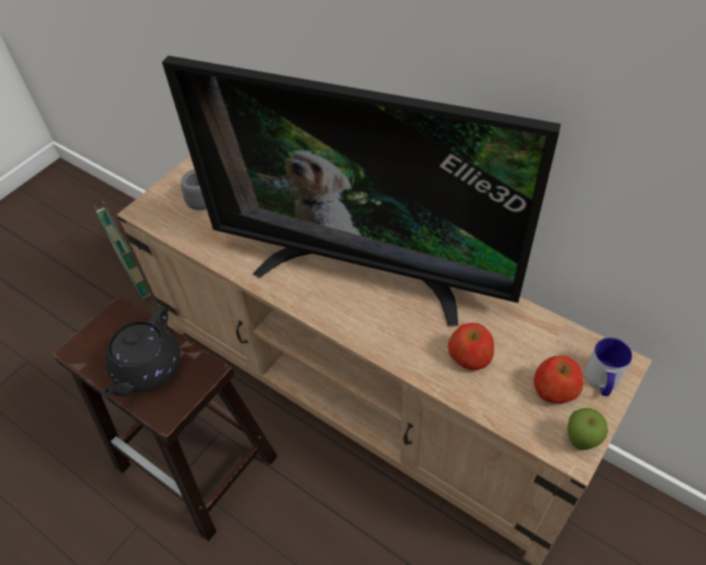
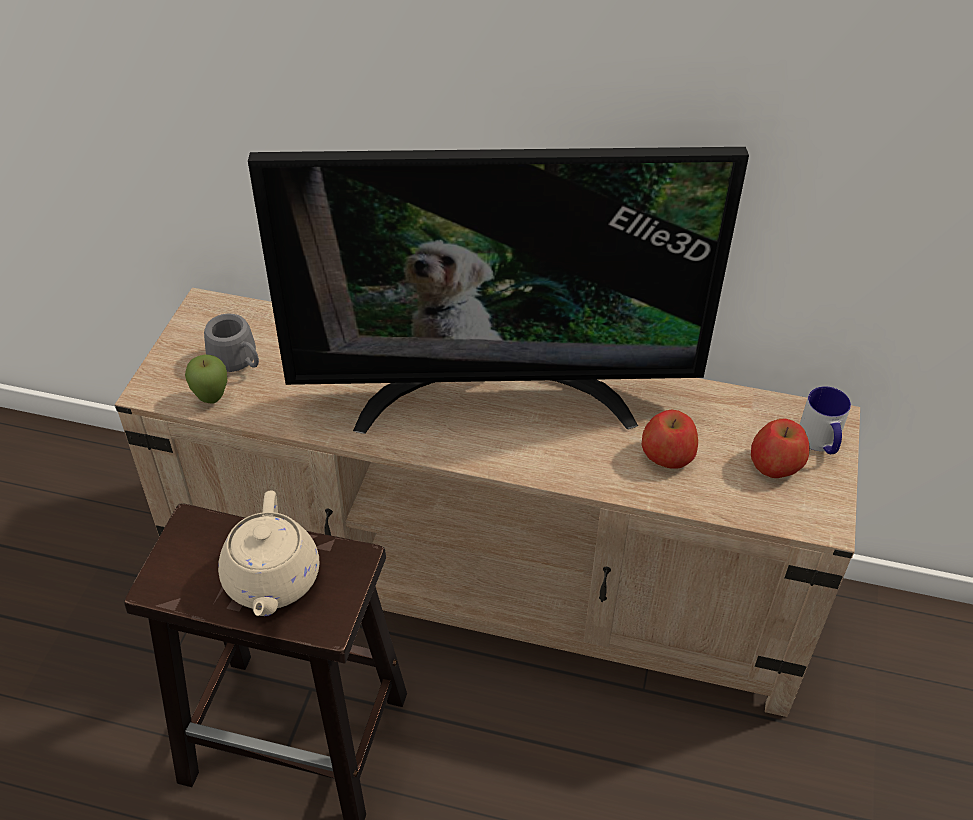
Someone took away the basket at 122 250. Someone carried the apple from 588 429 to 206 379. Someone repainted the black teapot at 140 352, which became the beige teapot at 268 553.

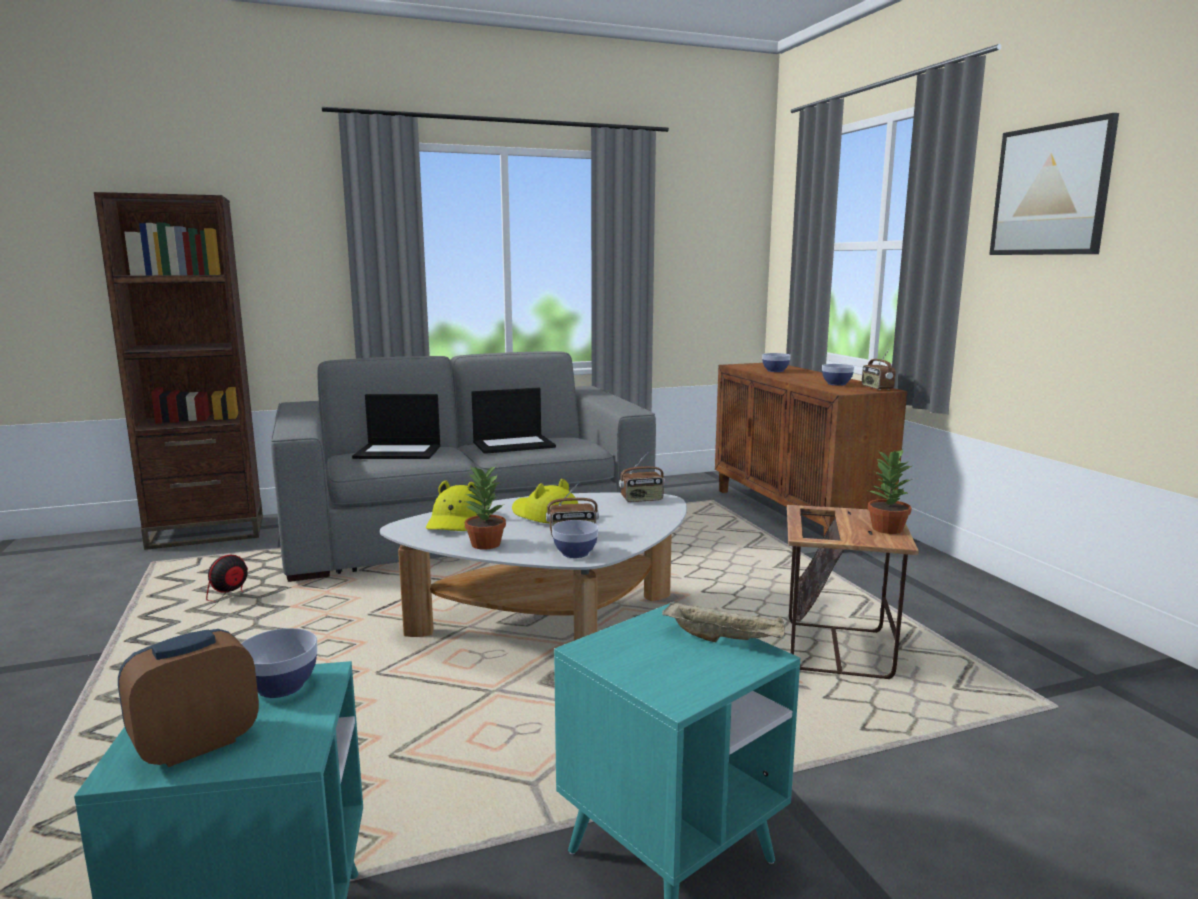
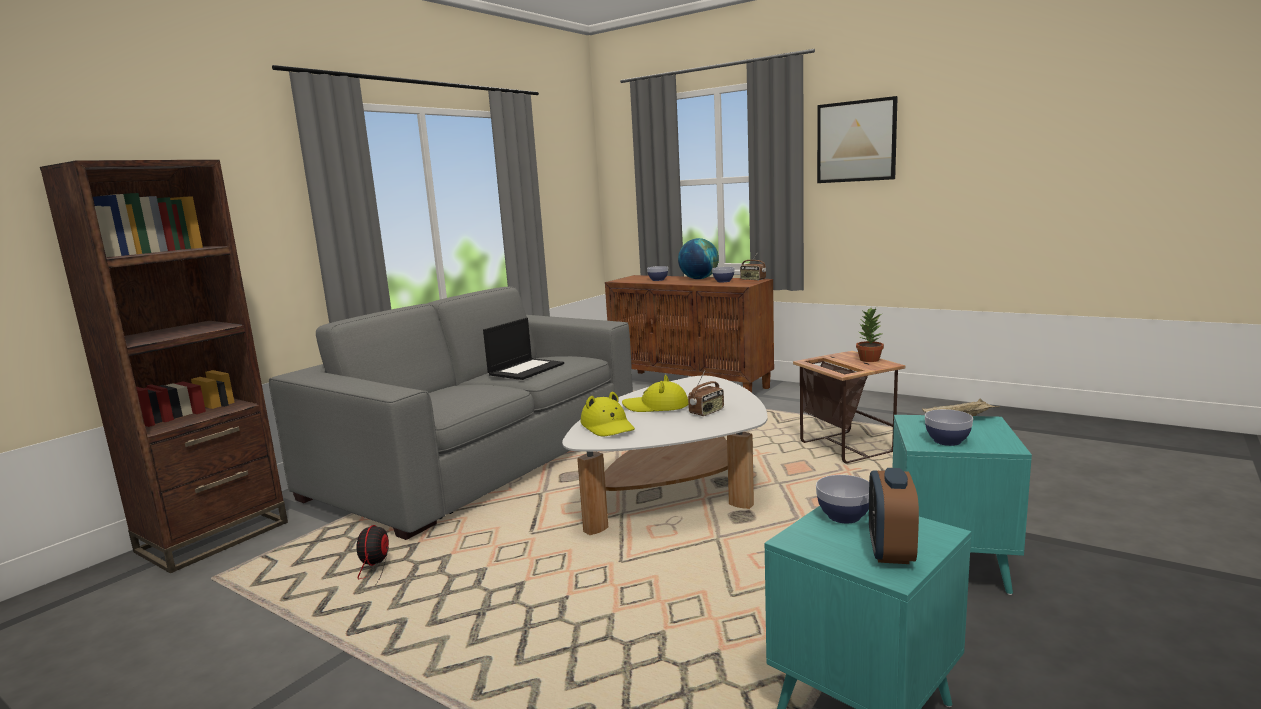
Someone took away the laptop at 396 426. Someone took away the potted plant at 485 508. Someone took away the radio at 642 477. Someone put down the globe at 698 258. Someone carried the bowl from 575 539 to 949 427.

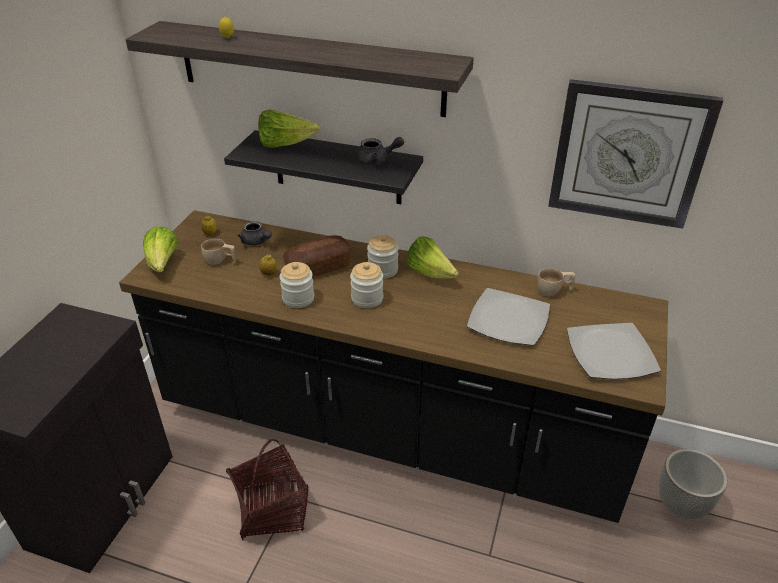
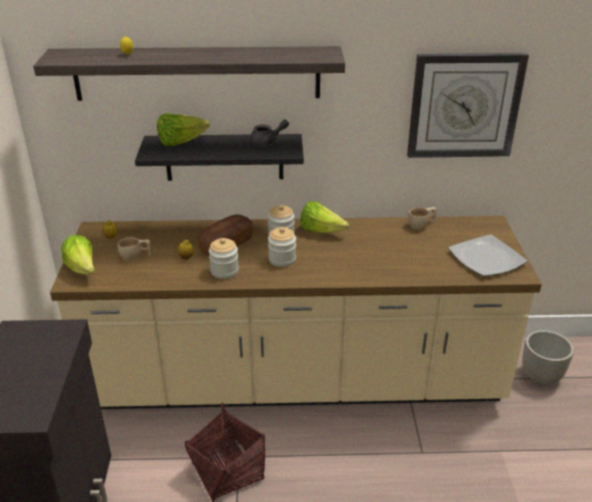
Someone took away the grey teapot at 255 233. Someone took away the plate at 508 317. Someone repainted the black counter at 393 366, which became the beige counter at 296 312.

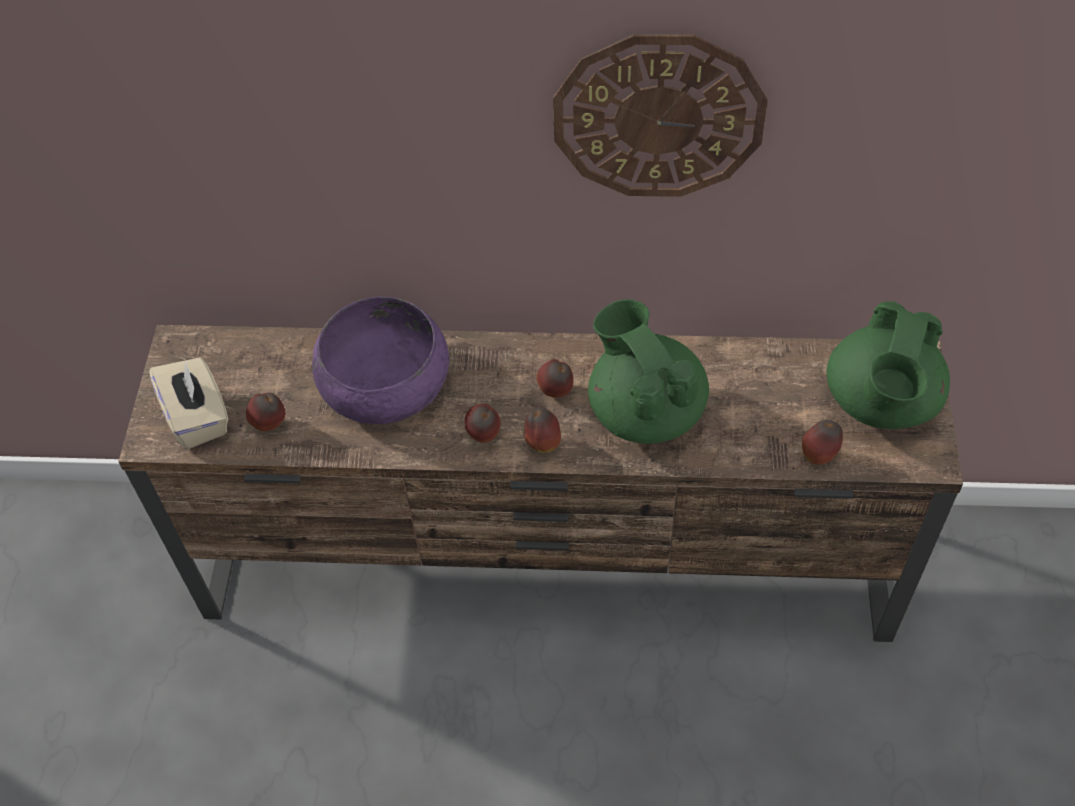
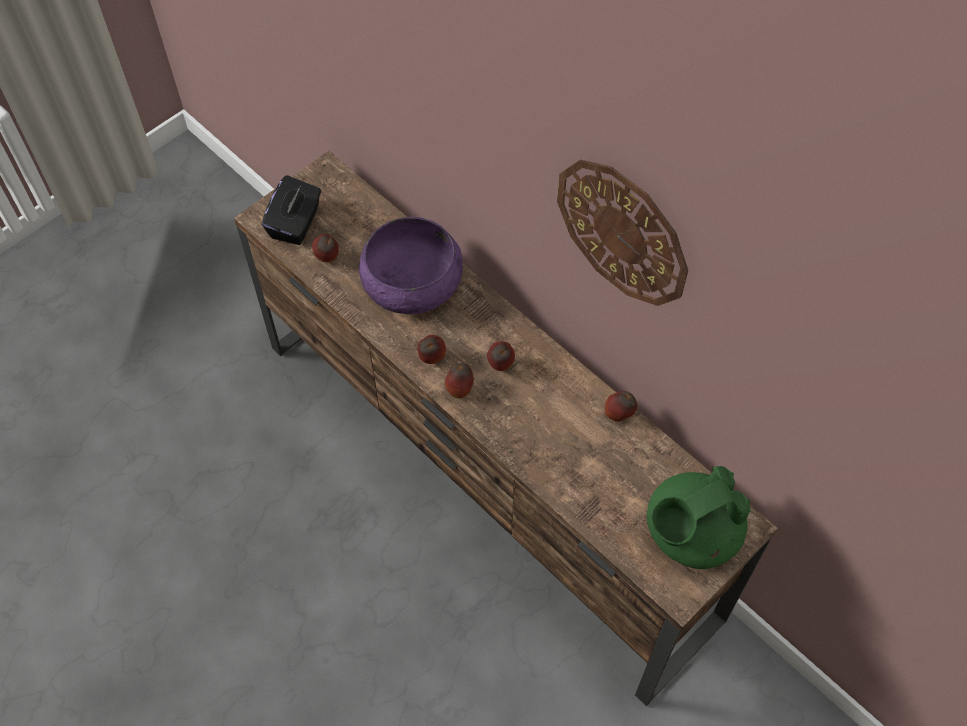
Someone took away the green teapot at 648 371. Someone carried the apple from 822 442 to 621 406. Someone repainted the beige tissue box at 188 403, which became the black tissue box at 291 210.

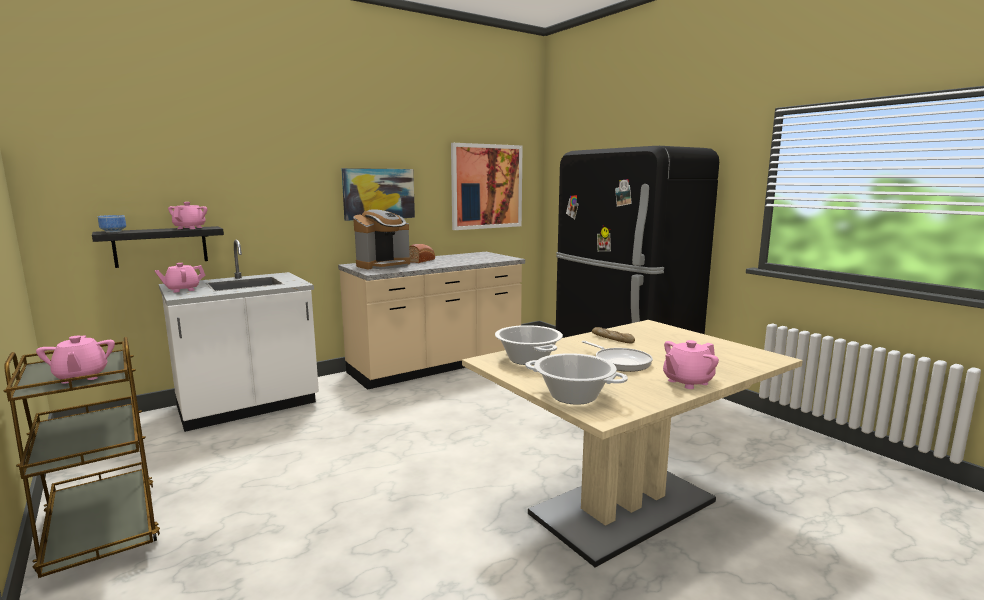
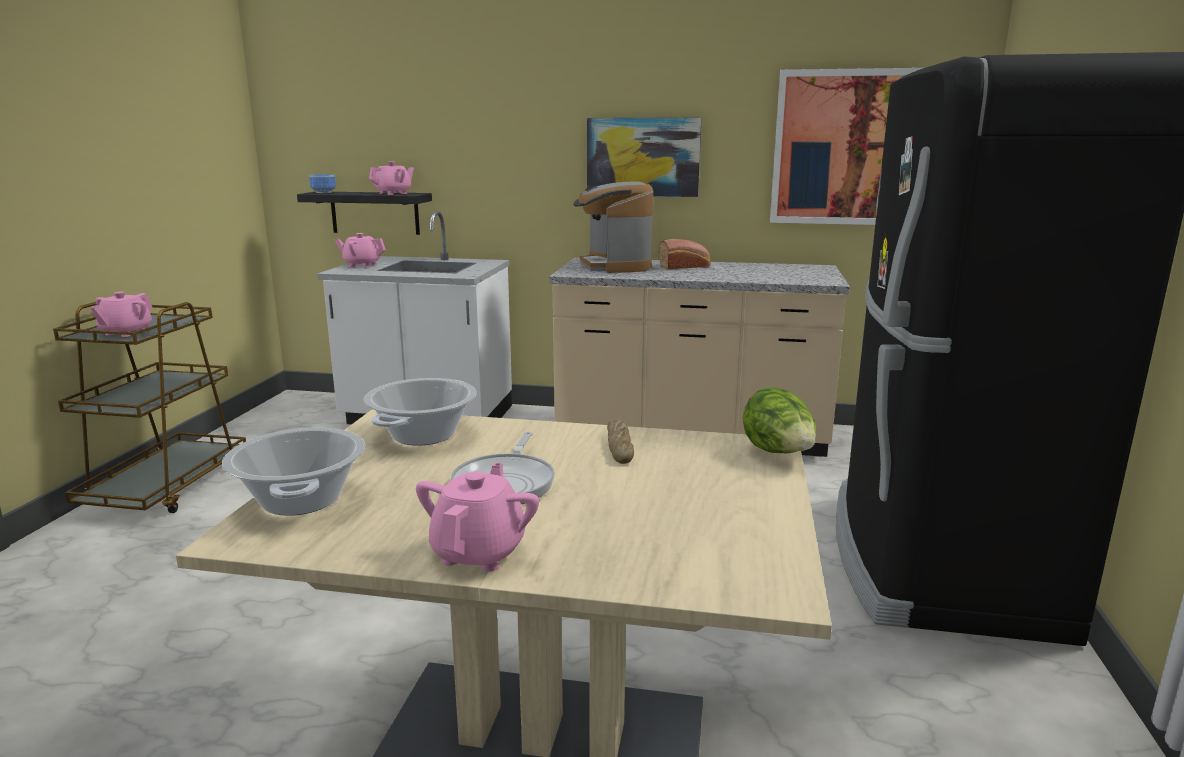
Someone put down the lettuce at 779 420. Someone rotated the coffee machine at 381 239 by 75 degrees clockwise. Someone rotated the pink teapot at 691 364 by 90 degrees clockwise.

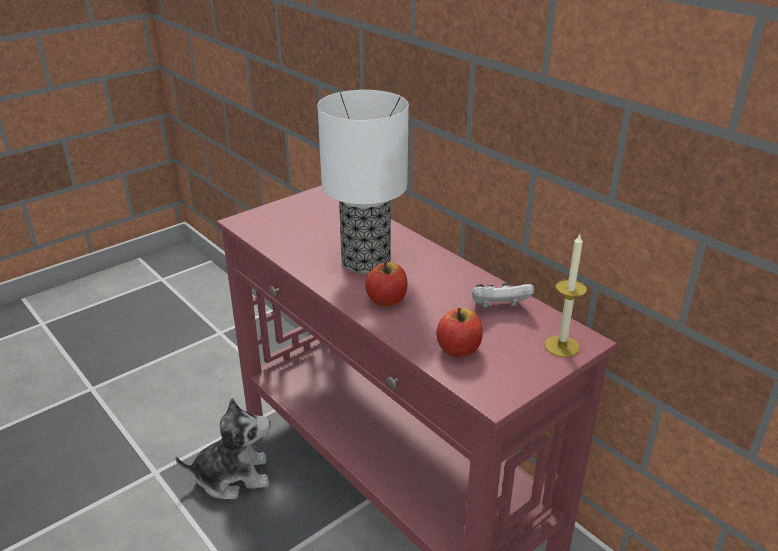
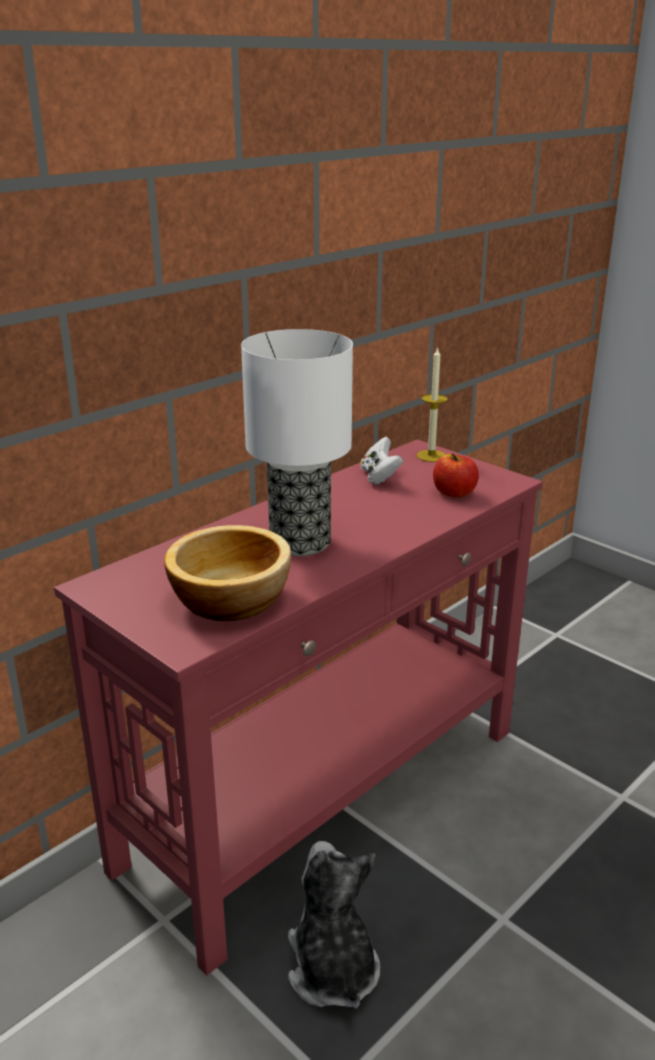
Someone took away the apple at 386 284. Someone put down the bowl at 227 573.

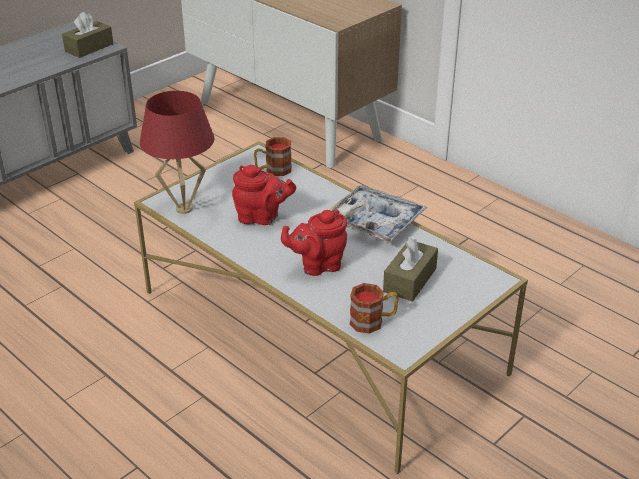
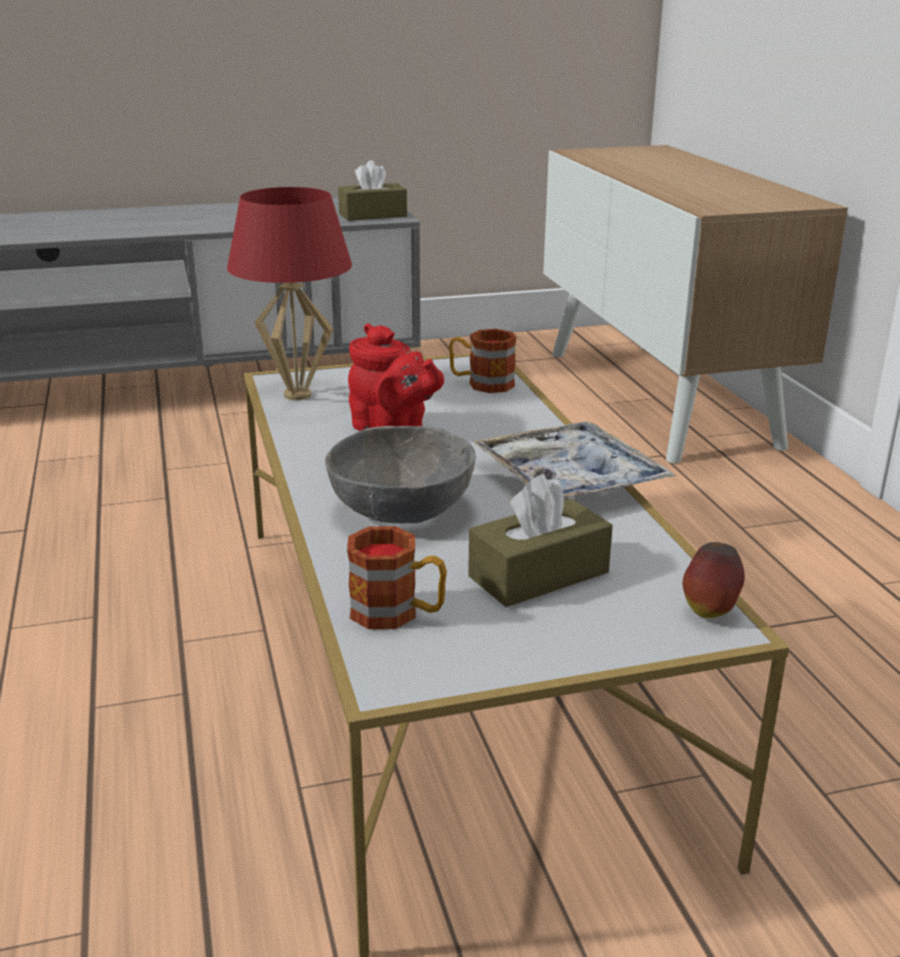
Someone put down the apple at 714 580. Someone swapped the red teapot at 314 243 for the grey bowl at 400 475.

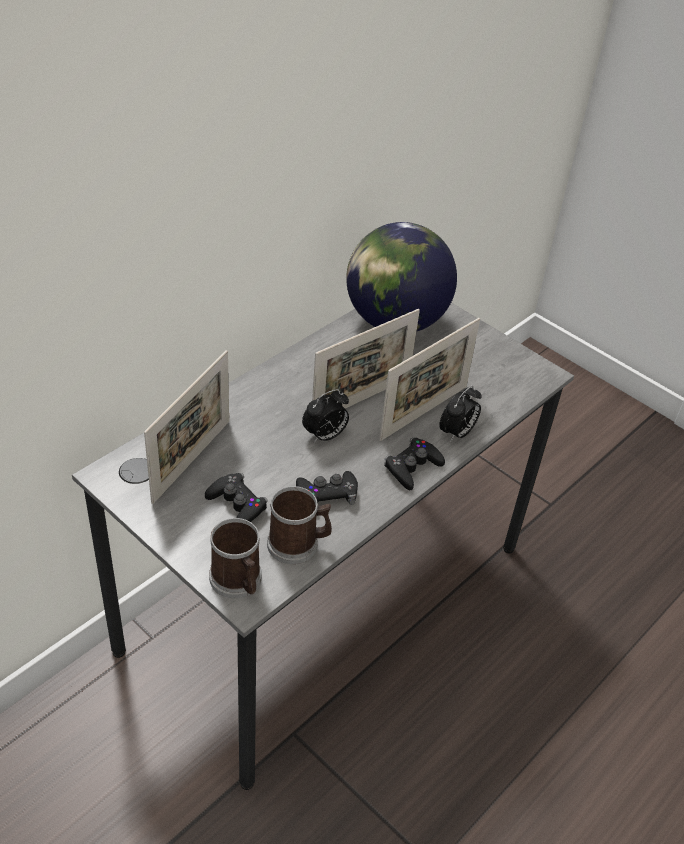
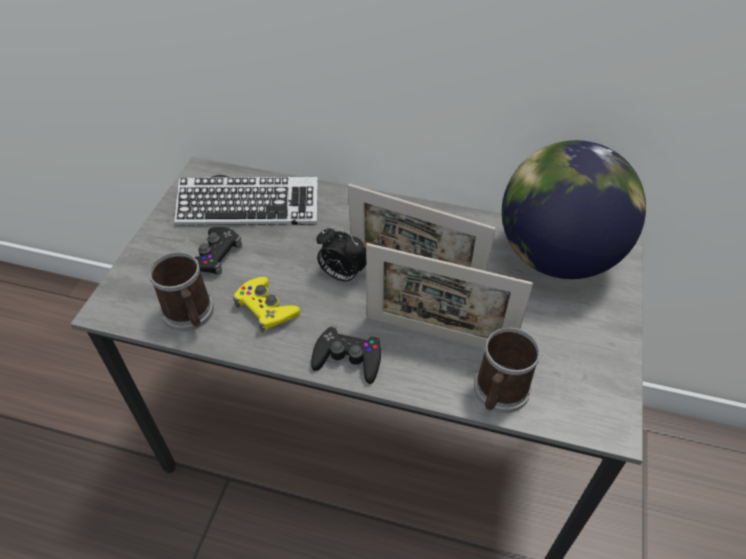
Someone took away the alarm clock at 460 414. Someone carried the mug from 235 558 to 507 370. Someone swapped the picture frame at 186 427 for the keyboard at 246 201. Someone repainted the black game controller at 327 488, which became the yellow game controller at 266 304.

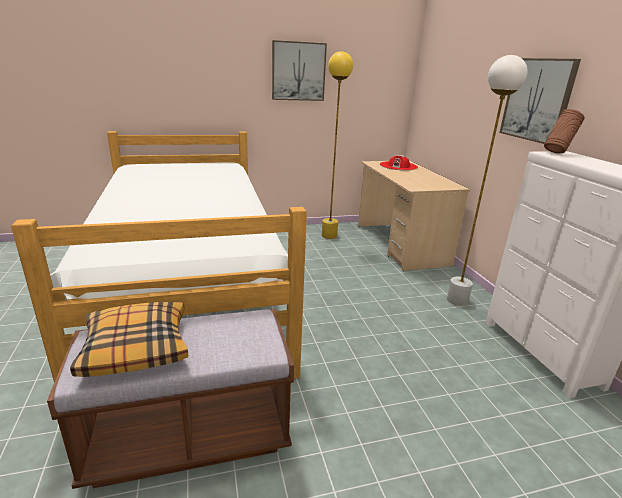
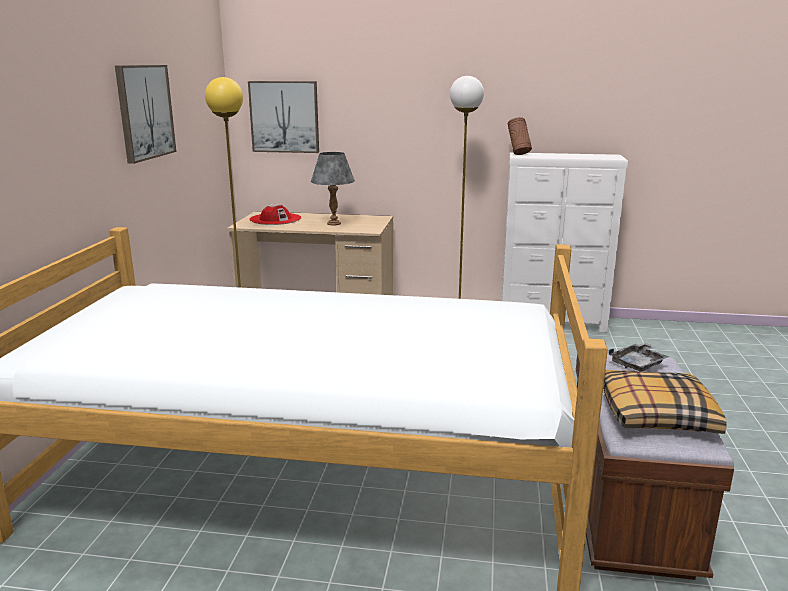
Someone put down the grey table lamp at 333 189. Someone put down the grey tray at 639 357. Someone carried the picture from 540 101 to 283 117.

